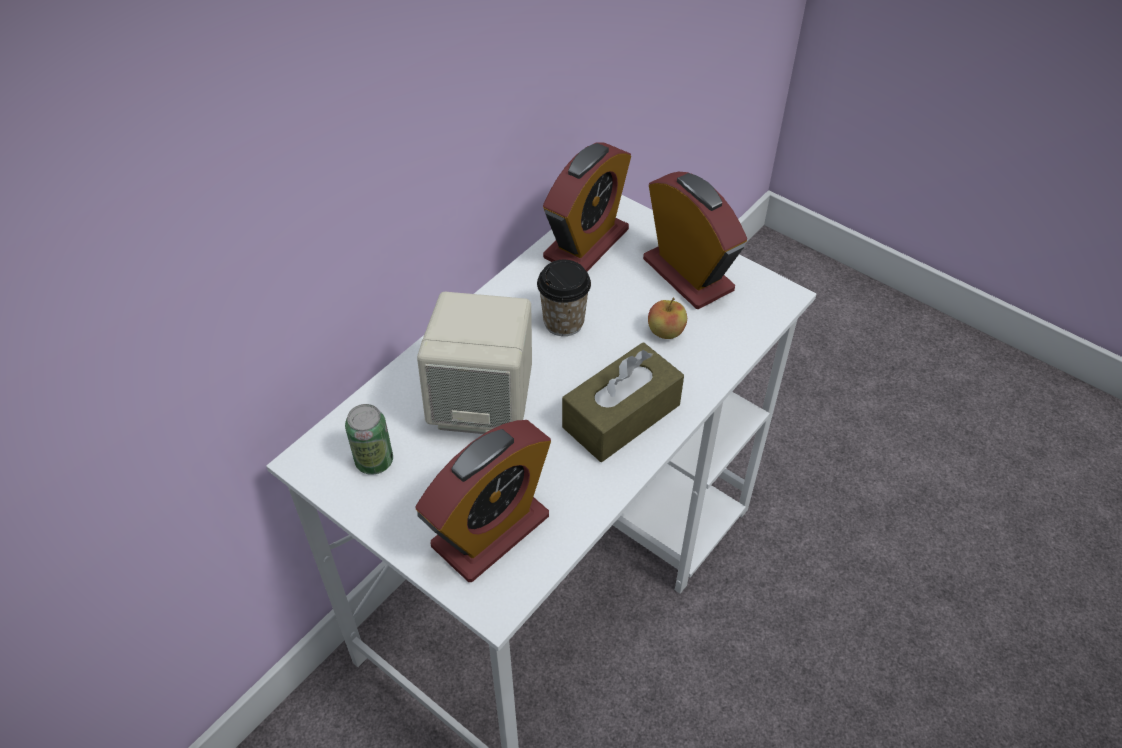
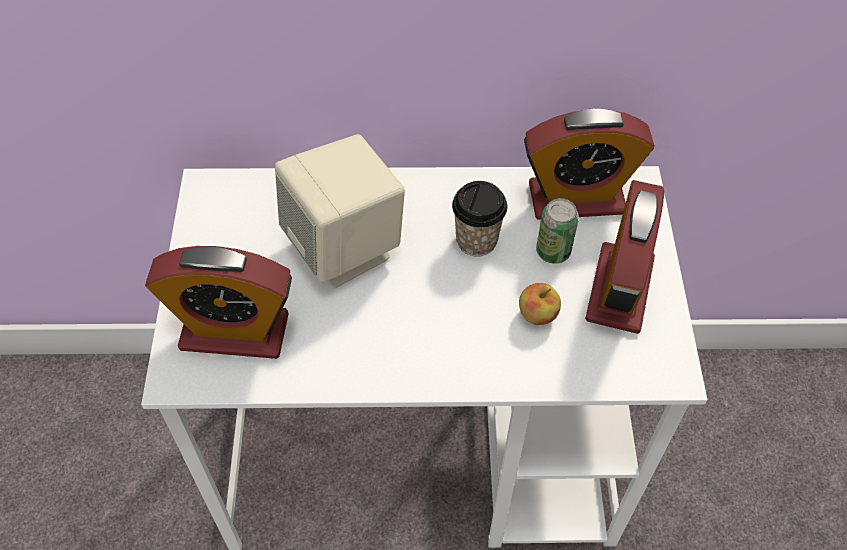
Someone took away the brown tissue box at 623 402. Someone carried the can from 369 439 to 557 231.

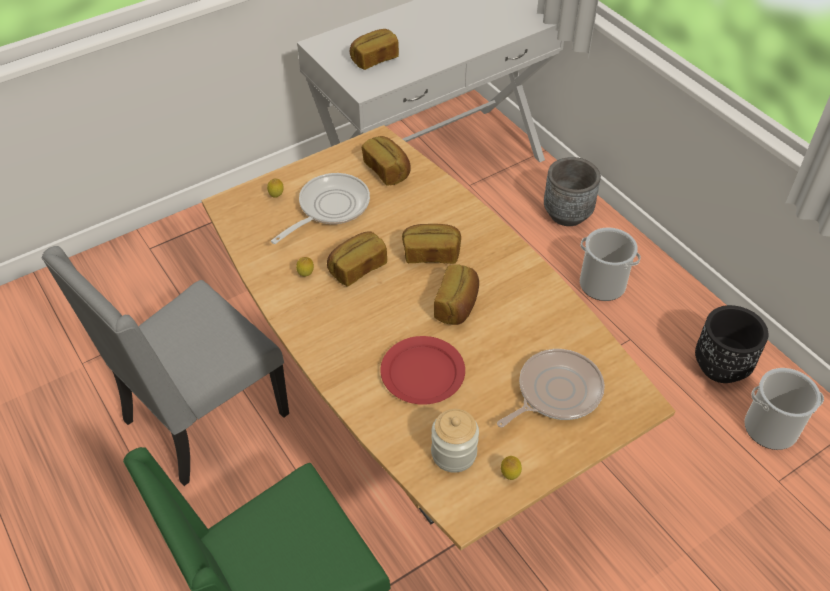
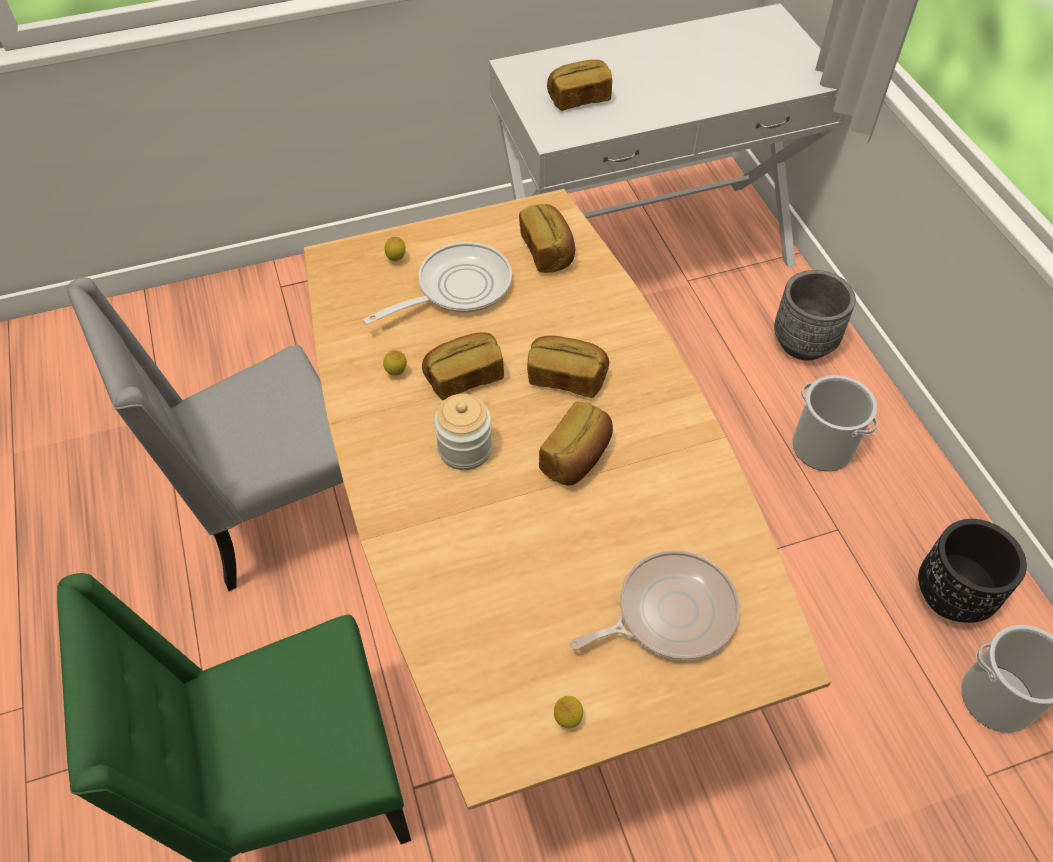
Someone took away the red plate at 422 370. Someone carried the jar from 455 441 to 463 432.

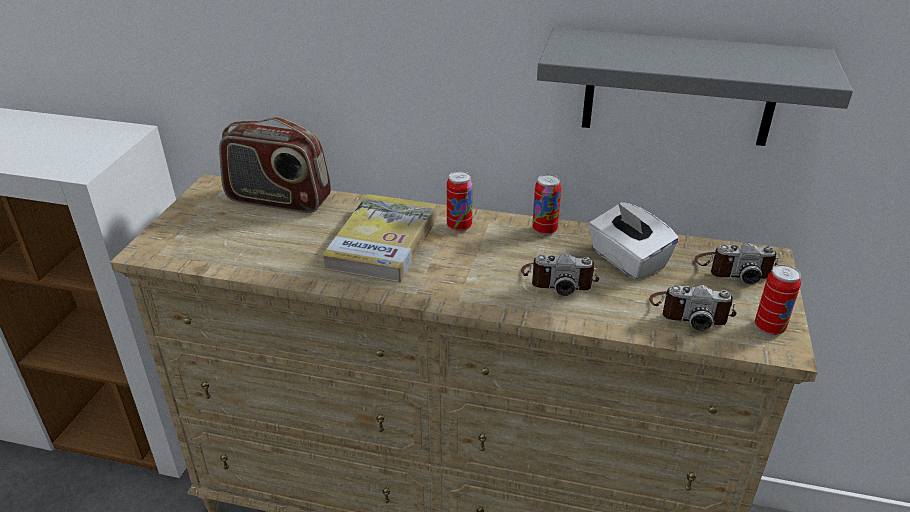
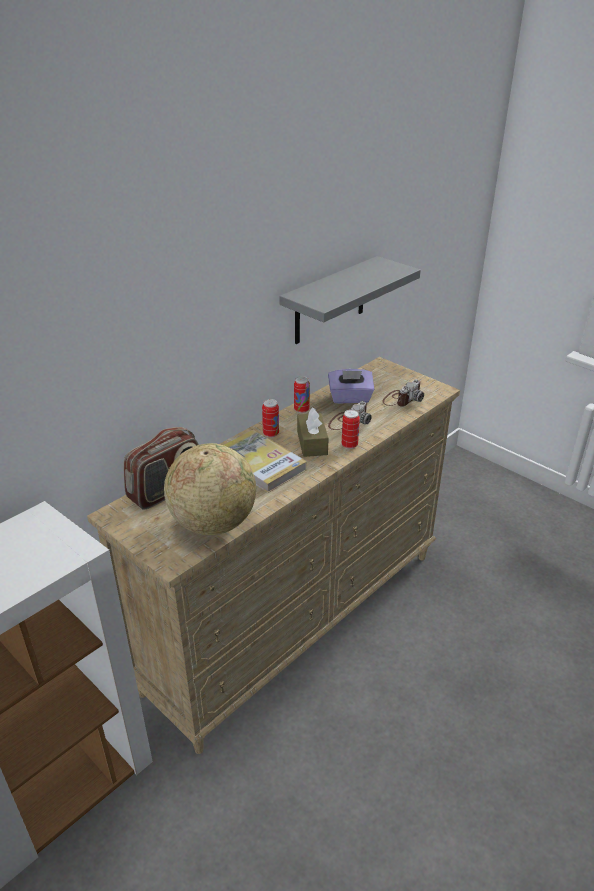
Someone took away the photo camera at 736 263. Someone put down the globe at 210 489. Someone put down the brown tissue box at 312 432. Someone carried the can from 778 300 to 351 429. Someone repainted the white tissue box at 633 241, which became the purple tissue box at 351 386.

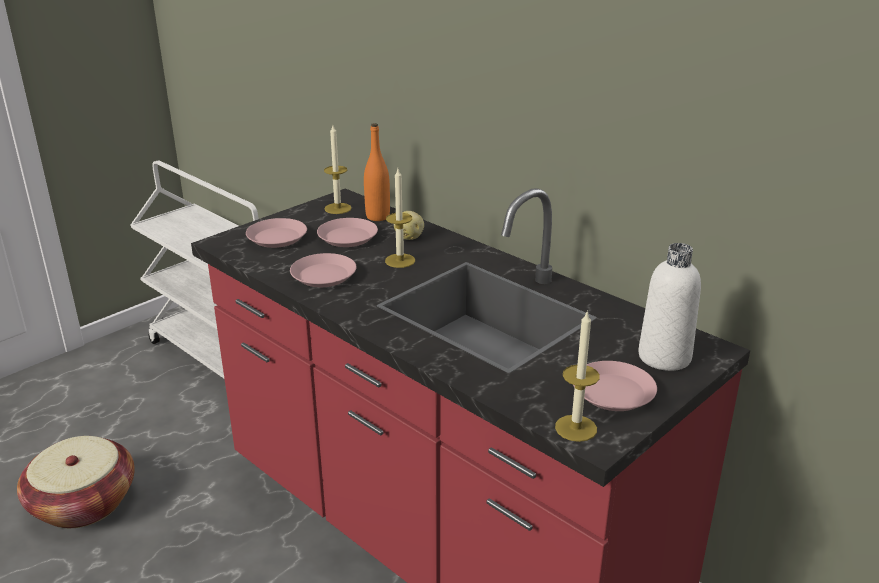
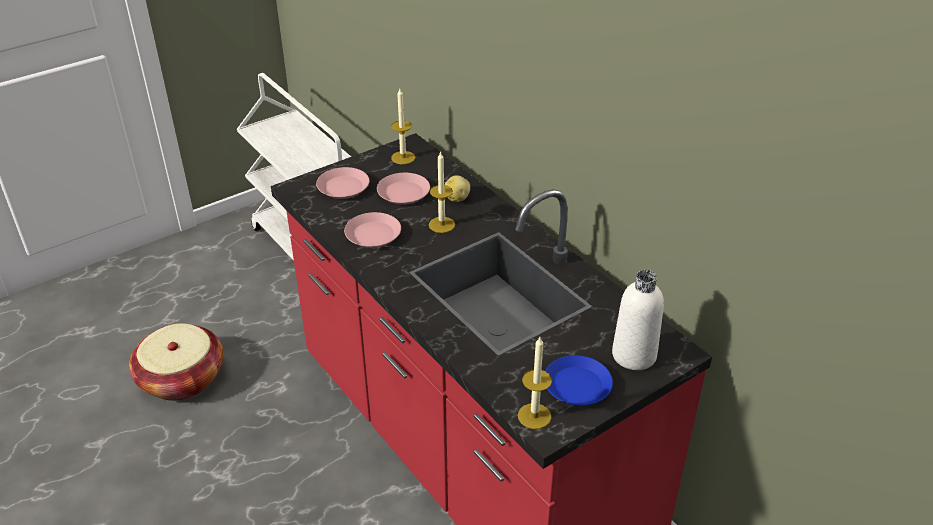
Someone took away the orange bottle at 377 172. Someone repainted the pink plate at 615 386, which became the blue plate at 579 380.

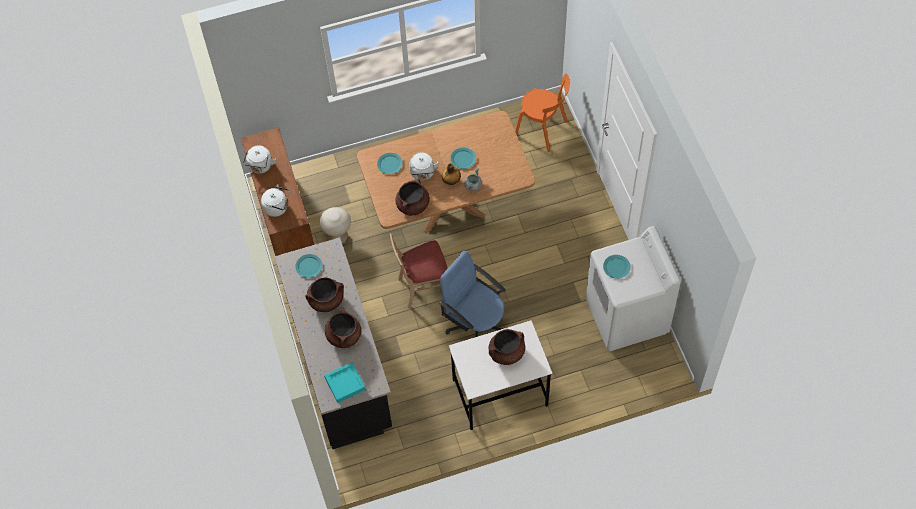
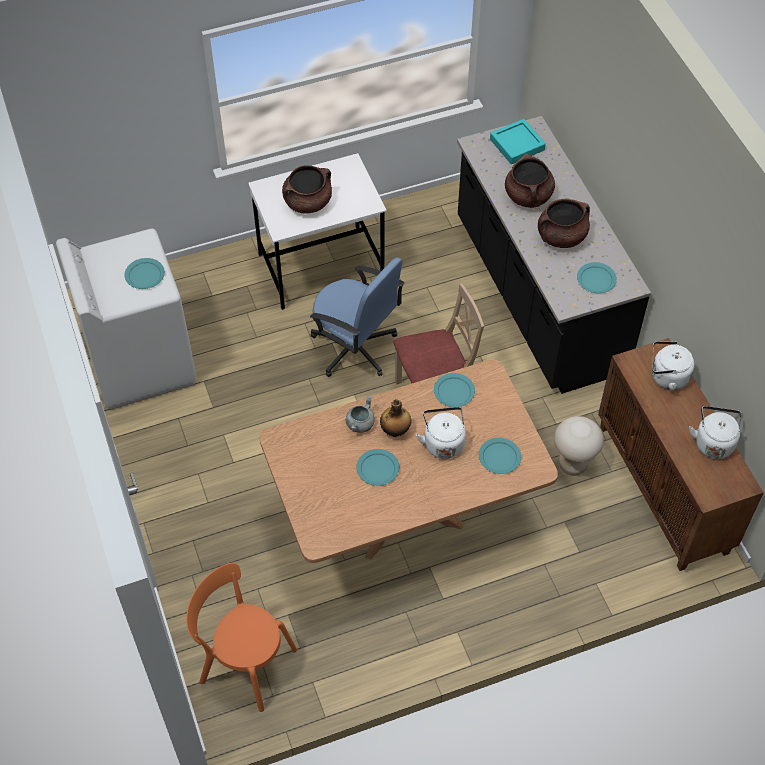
Someone swapped the brown cooking pot at 413 197 for the turquoise plate at 454 390.

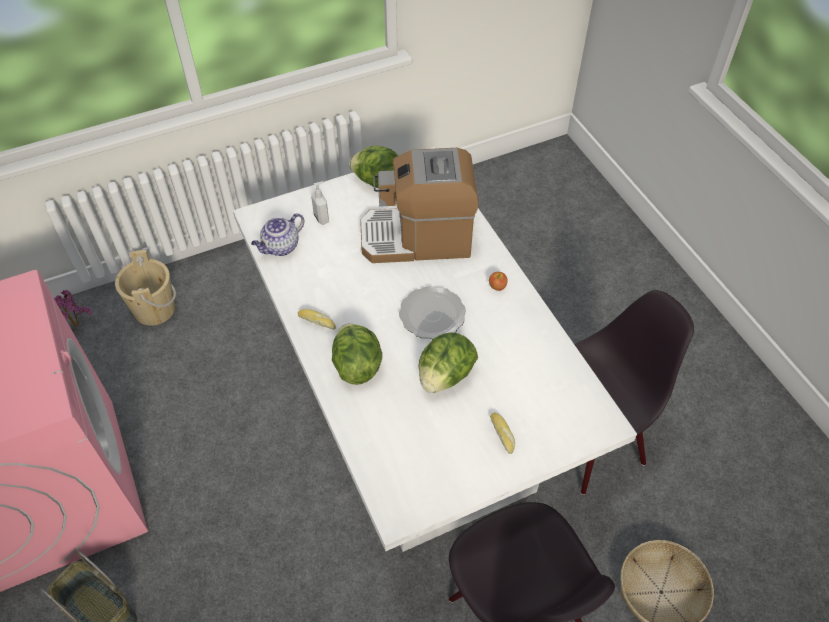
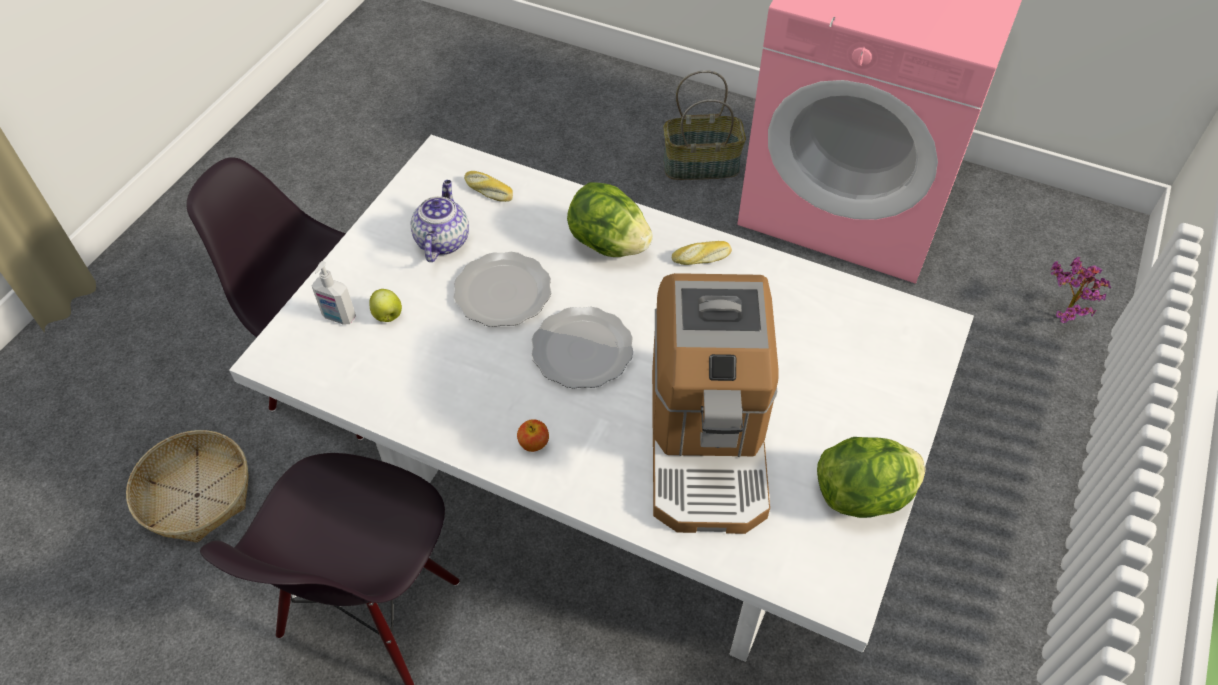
Someone took away the beige bucket at 145 288. Someone put down the apple at 386 305. Someone carried the teapot from 277 234 to 440 221. Someone carried the soap dispenser from 320 203 to 333 293. Someone carried the bread from 502 433 to 488 186. Someone swapped the lettuce at 448 363 for the plate at 502 289. Someone rotated the coffee machine at 419 205 by 135 degrees clockwise.

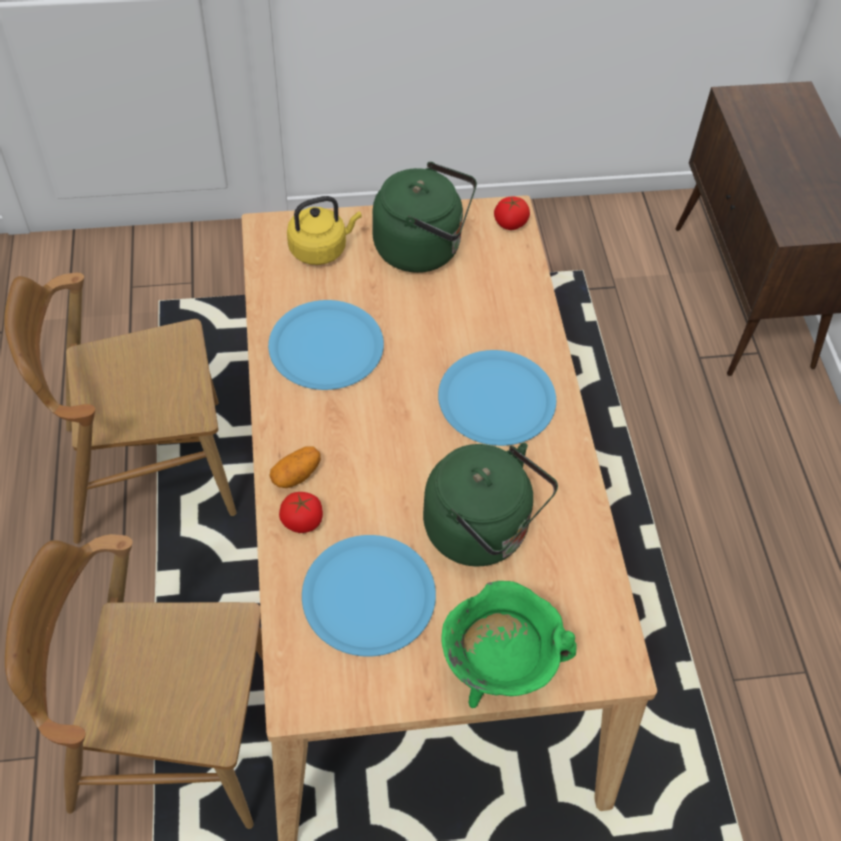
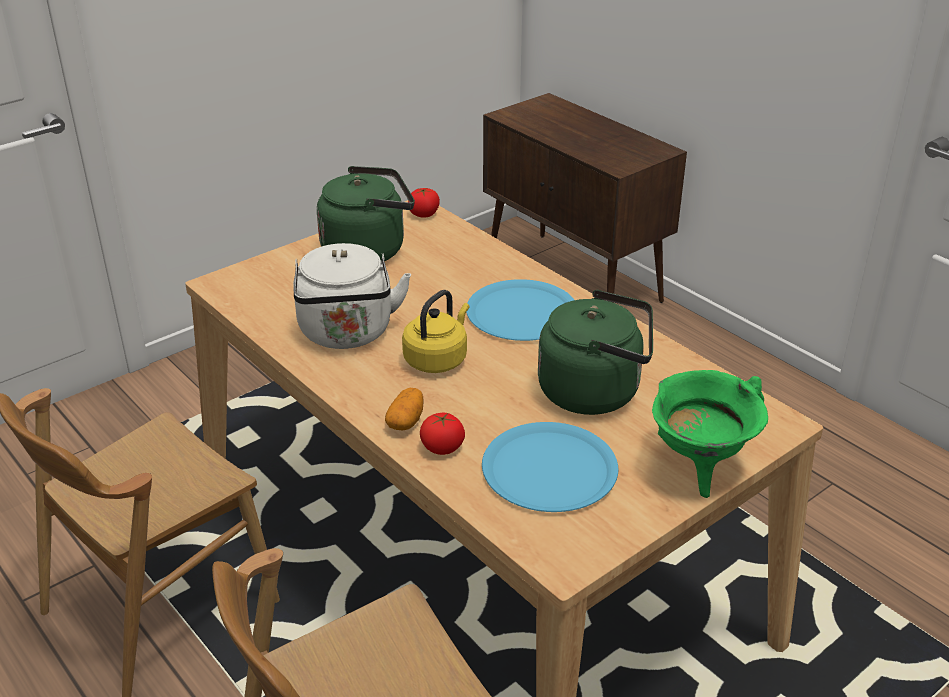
Someone carried the yellow kettle from 324 230 to 435 331. Someone swapped the blue plate at 326 345 for the white kettle at 352 296.

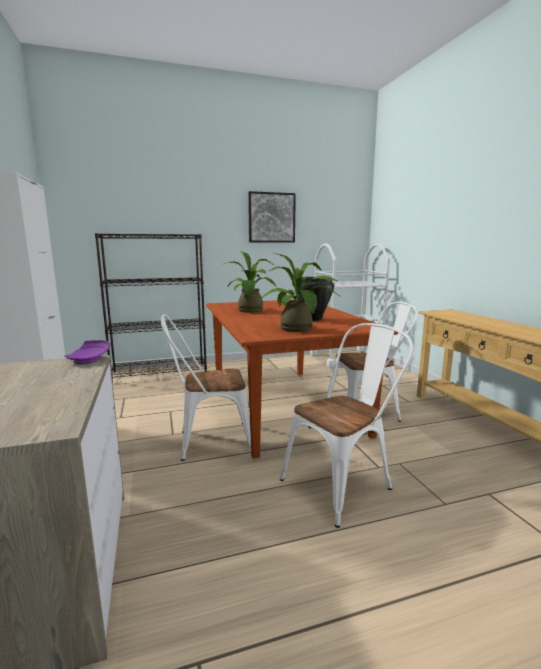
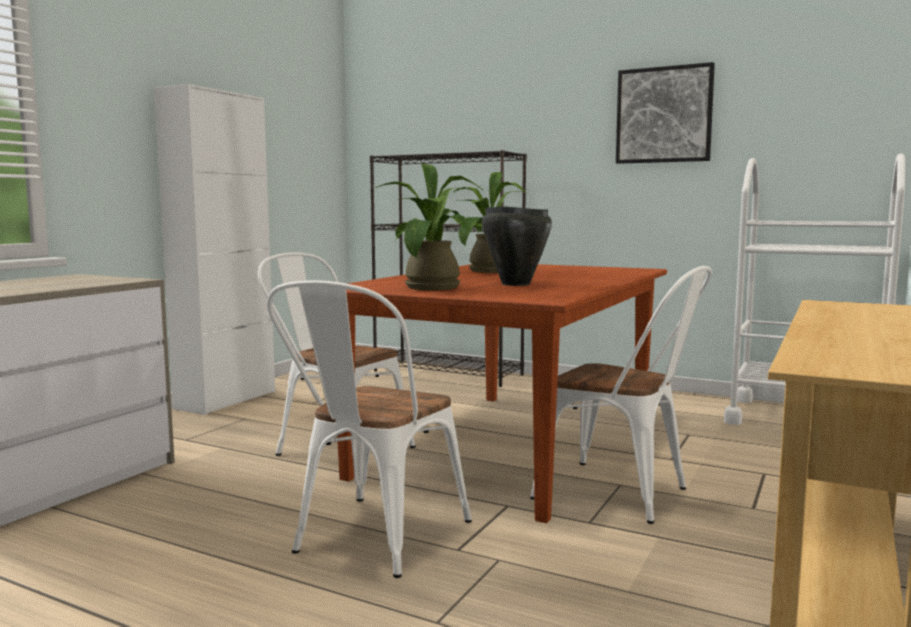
Someone took away the purple plate at 87 352. Someone rotated the white chair at 347 425 by 105 degrees clockwise.

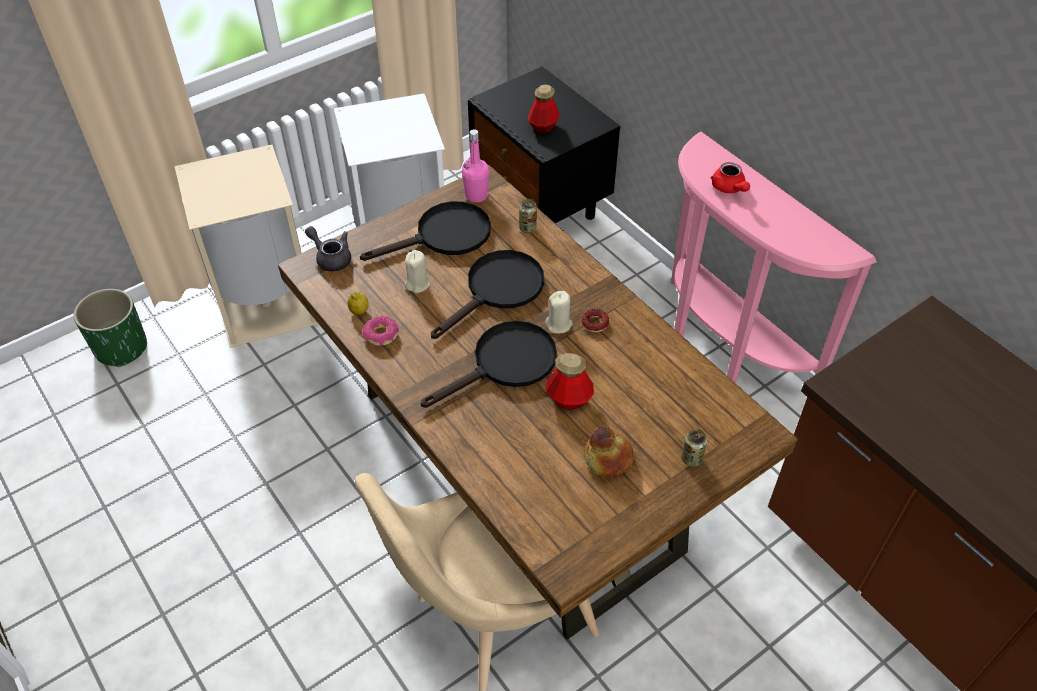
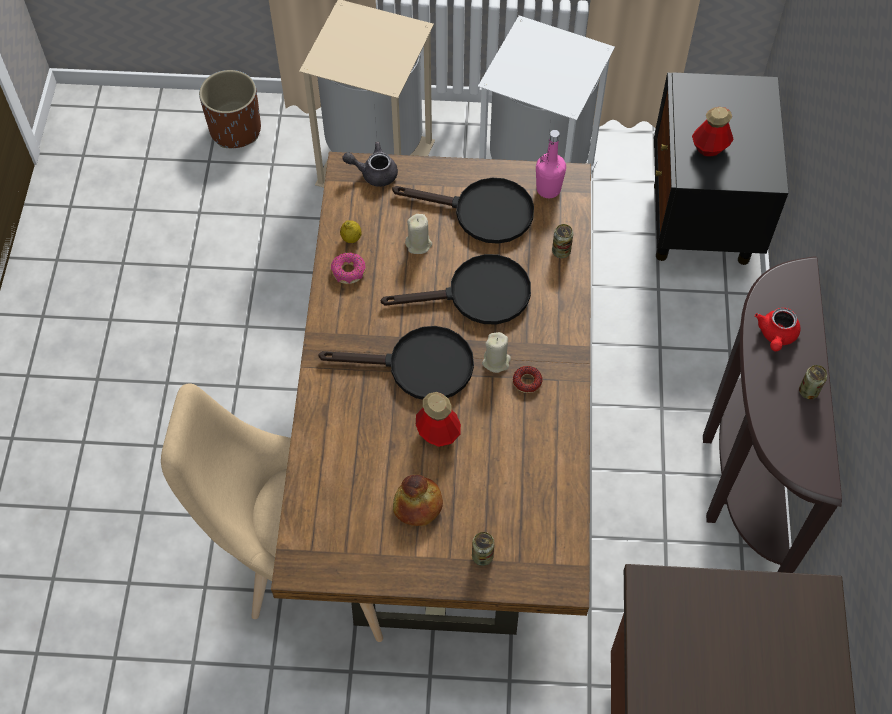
Someone put down the can at 813 382. Someone repainted the green planter at 110 328, which became the brown planter at 230 109. Someone repainted the pink console table at 774 257, which became the brown console table at 772 414. Someone rotated the grey teapot at 328 248 by 75 degrees counterclockwise.

